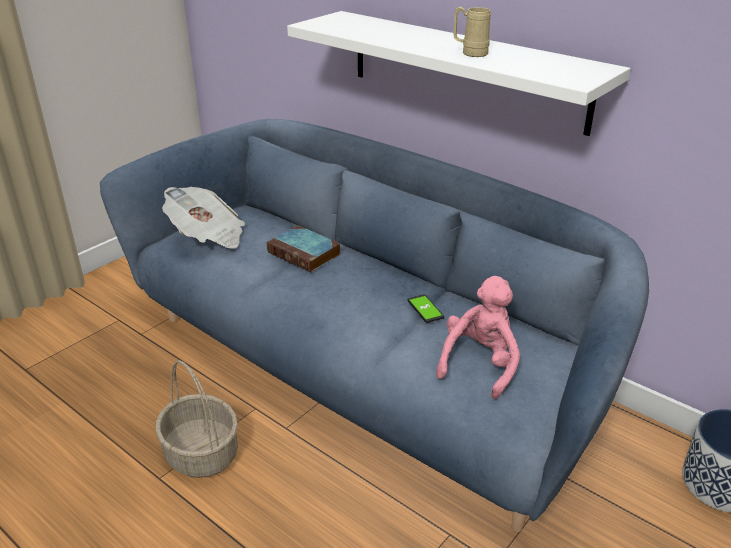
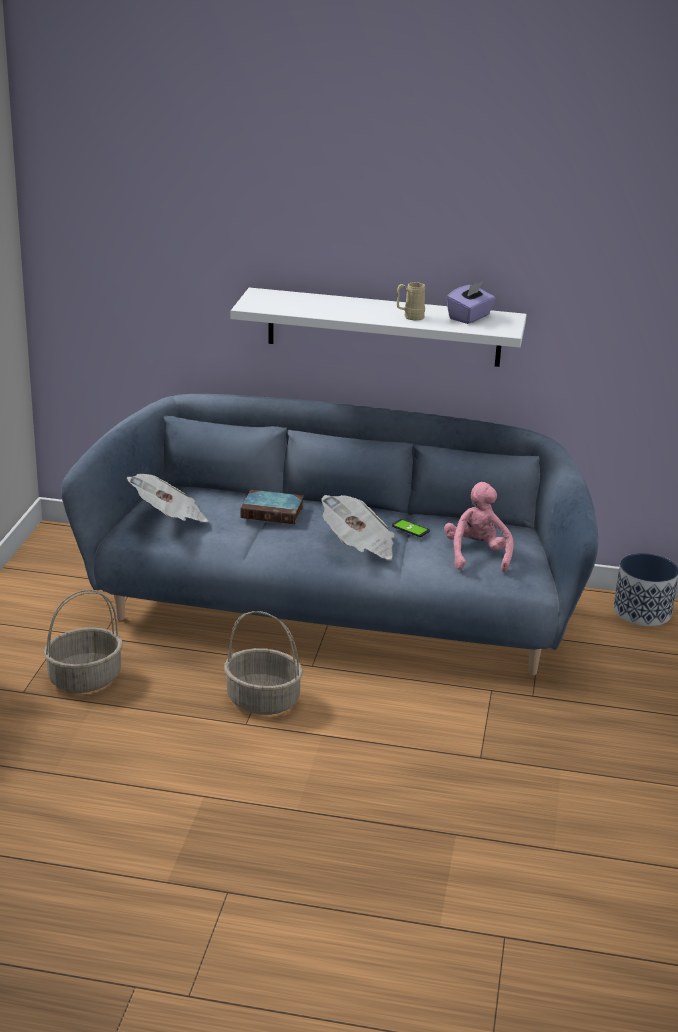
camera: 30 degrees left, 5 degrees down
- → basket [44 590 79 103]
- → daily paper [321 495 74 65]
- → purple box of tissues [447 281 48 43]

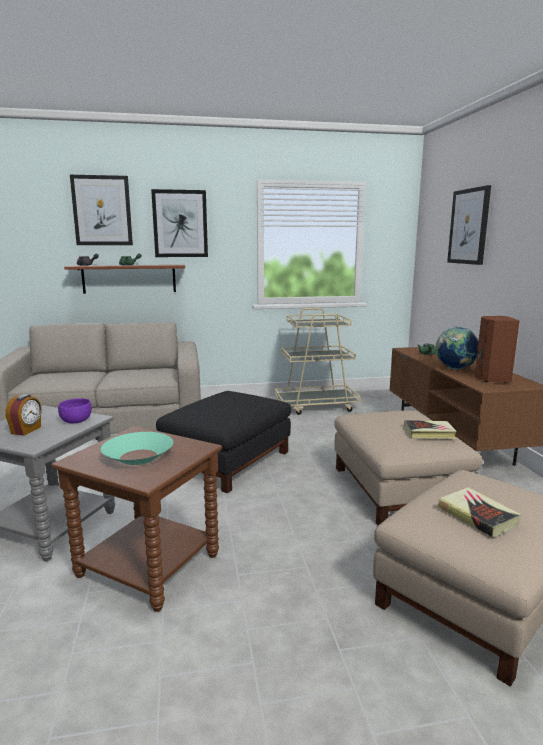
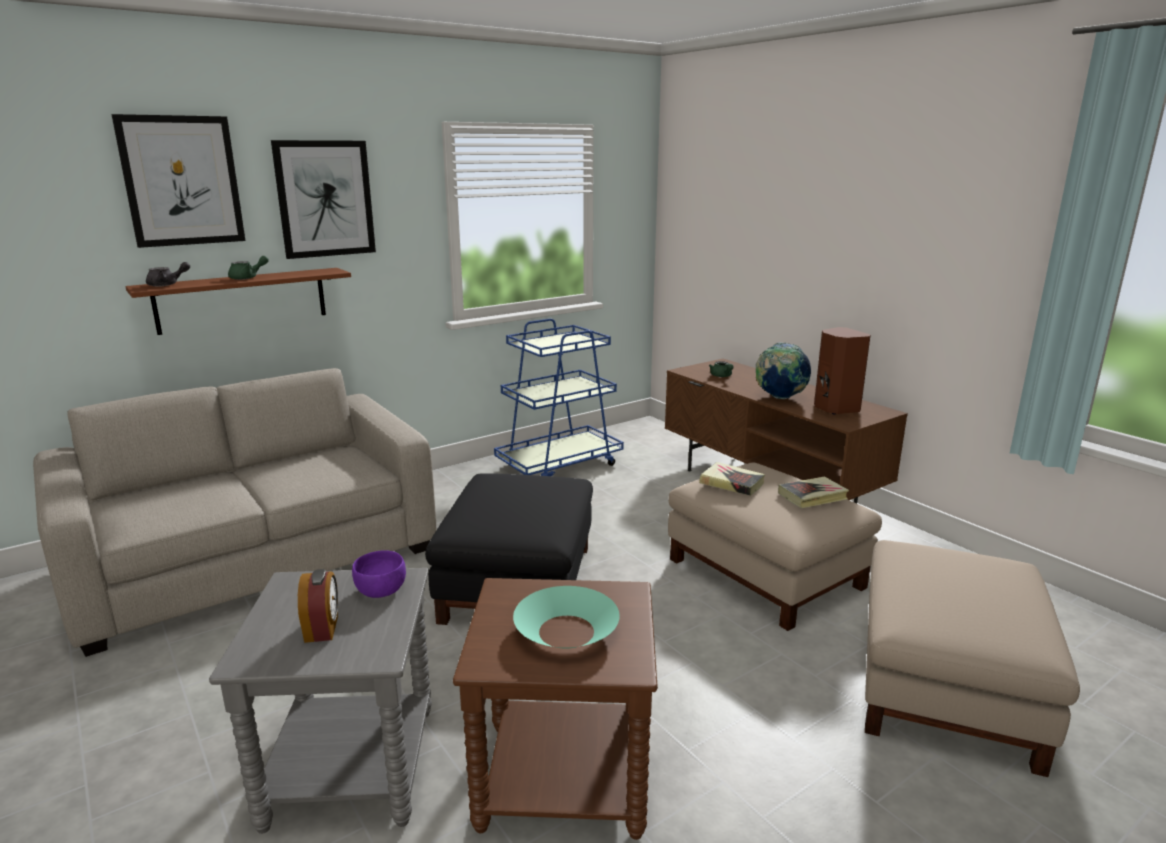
camera: 25 degrees left, 5 degrees up
wall picture [447 185 44 80] → -
volume [438 487 83 50] → volume [699 462 66 34], relocated
beige wheeled cart [274 308 86 107] → blue wheeled cart [494 318 130 158]

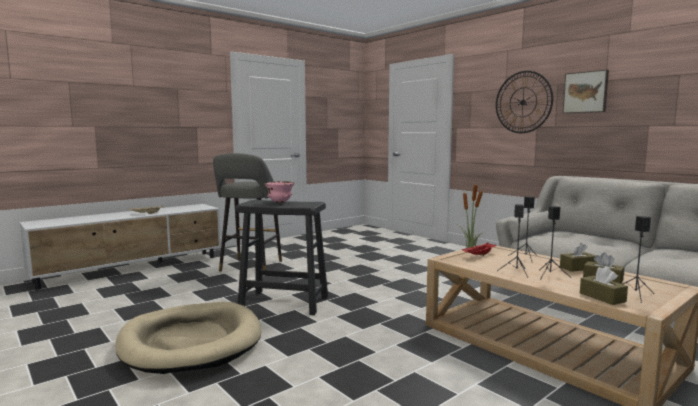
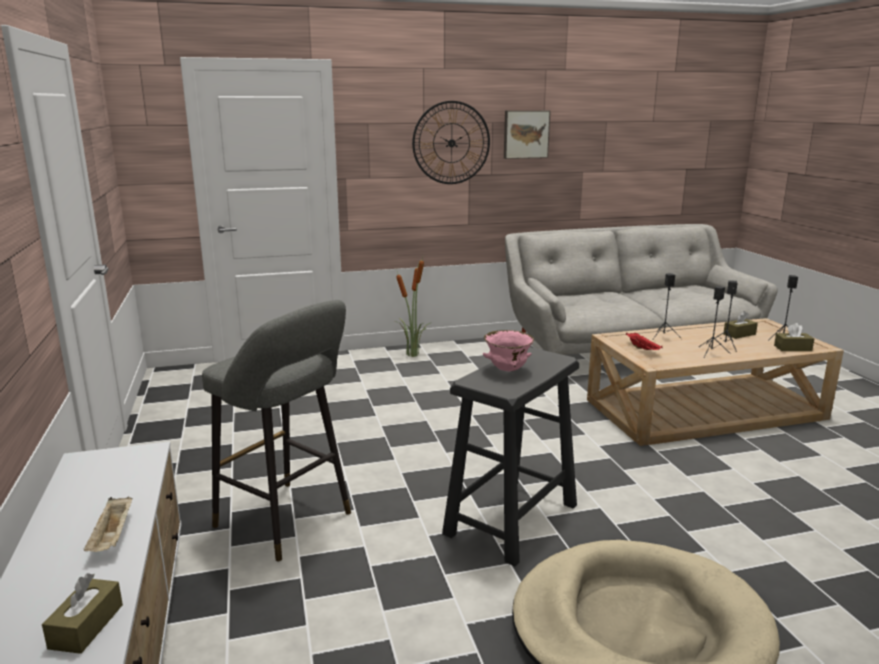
camera: 65 degrees left, 10 degrees up
brown-coloured box of tissues [560 243 36 29] → brown-coloured box of tissues [42 573 81 81], relocated

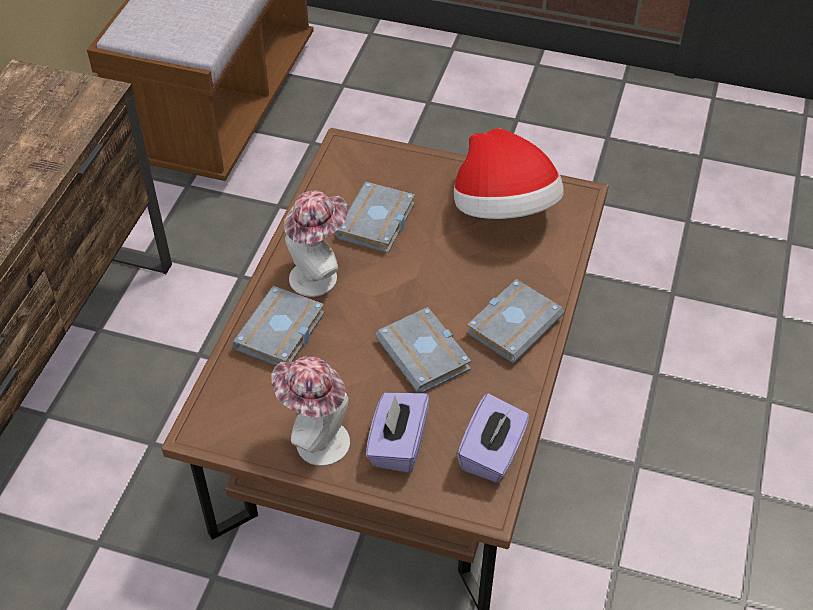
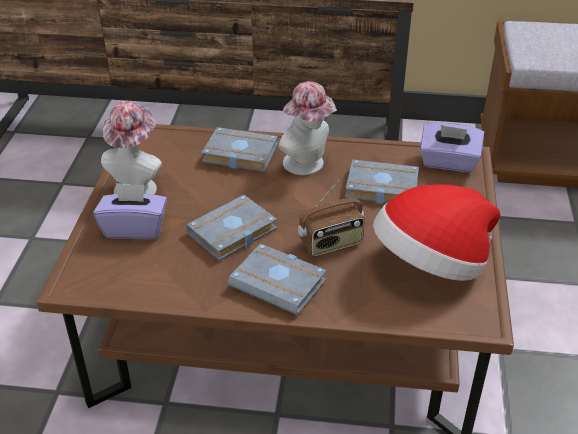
camera: 80 degrees right, 10 degrees down
- → radio set [298 180 67 77]
purple box of tissues [457 393 72 90] → purple box of tissues [420 122 64 50], relocated

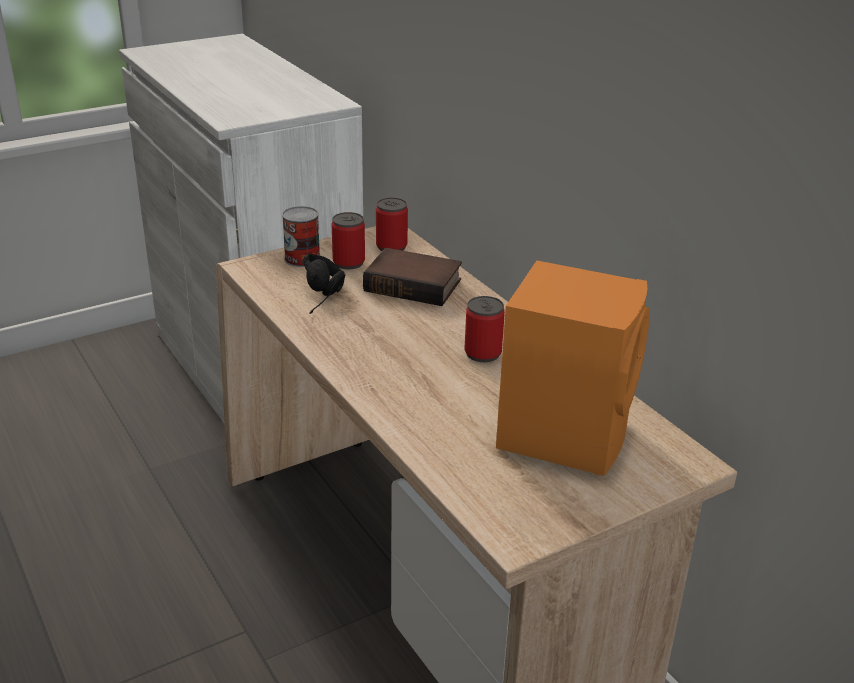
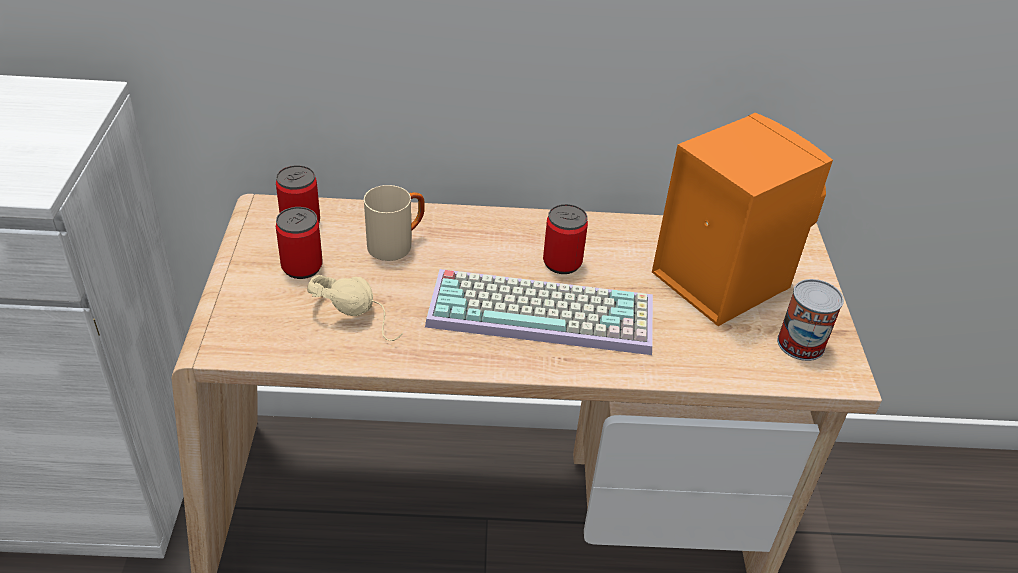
camera: 60 degrees left, 10 degrees up
- → keyboard [425 269 228 86]
sealed can [282 206 38 61] → sealed can [777 279 67 82], relocated
volume [363 248 99 58] → beige mug [364 185 61 76]
black headset [302 254 43 60] → beige headset [307 275 96 66]

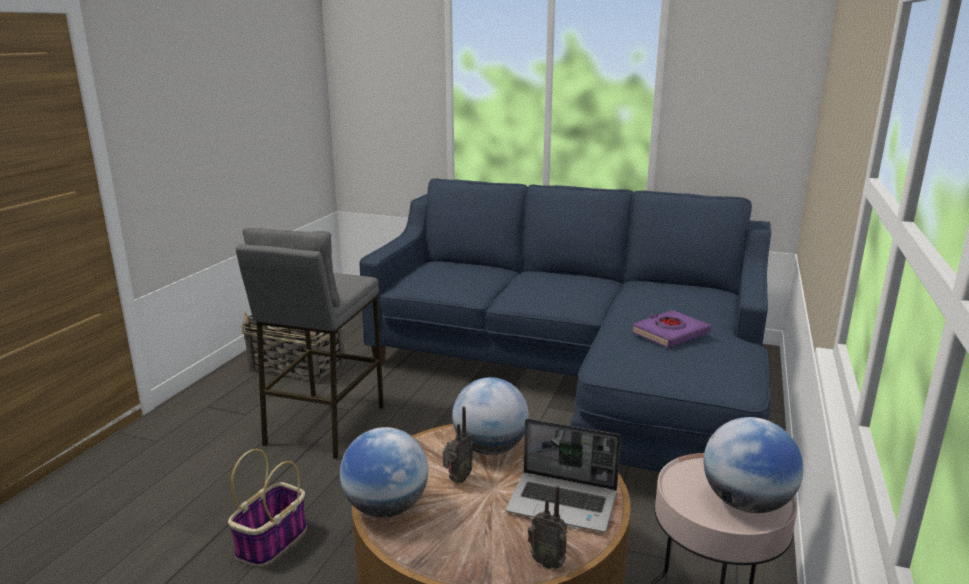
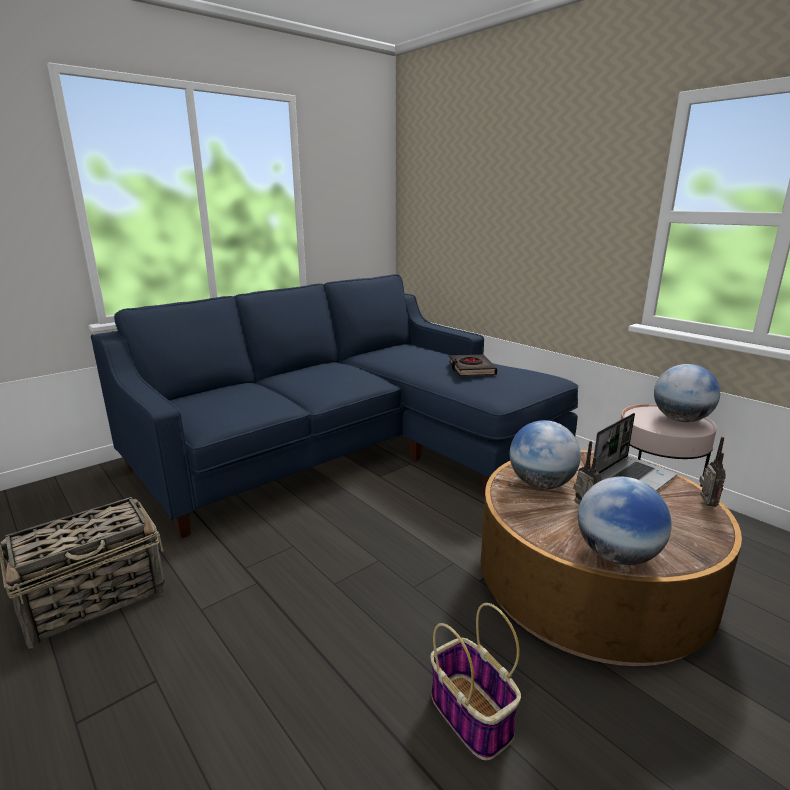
camera: 60 degrees left, 0 degrees up
gray stool [236 228 148 231] → -
purple volume [631 310 80 38] → black volume [449 355 48 21]
radio set [528 486 39 83] → radio set [699 437 27 70], 45 degrees counterclockwise

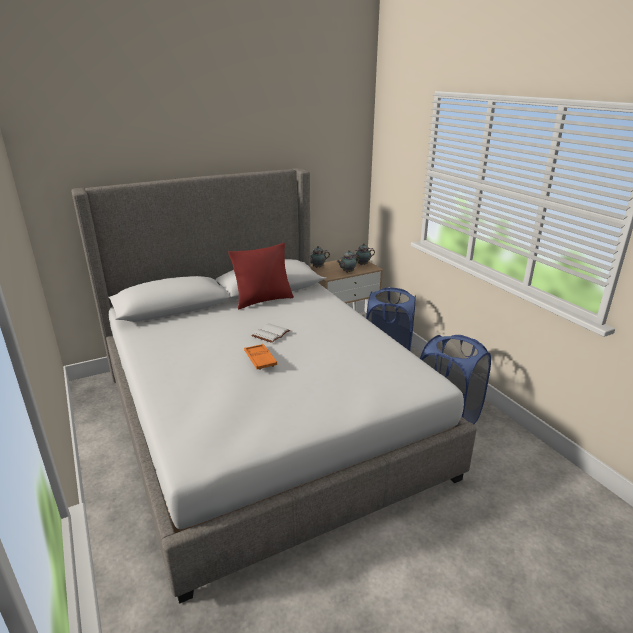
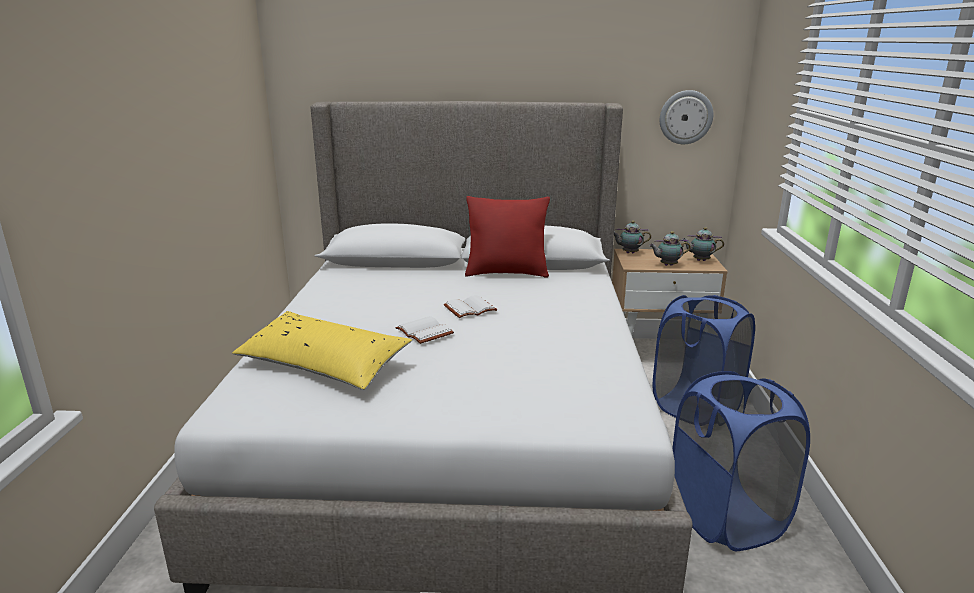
camera: 30 degrees right, 5 degrees down
- → yellow-coloured cushion [232 311 180 79]
- → hanging clock [660 90 53 54]
orange-coloured serving tray [244 344 33 26] → white volume [395 316 59 28]

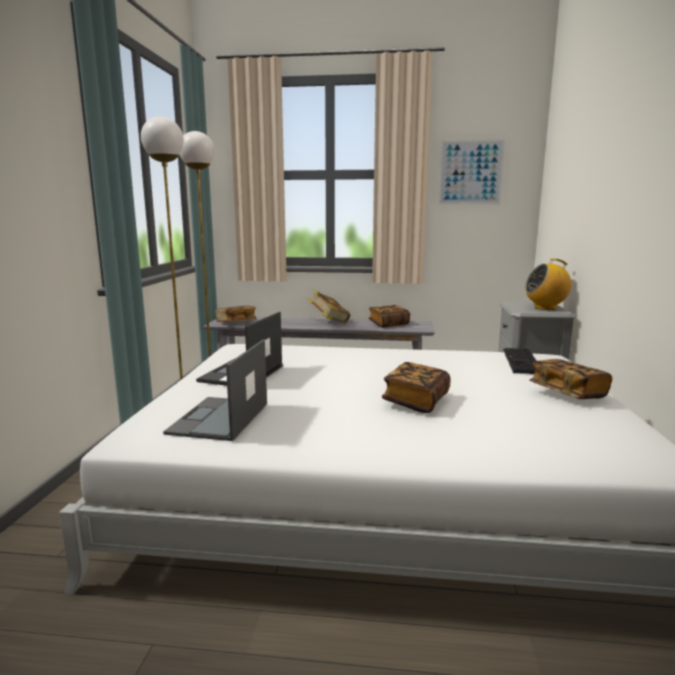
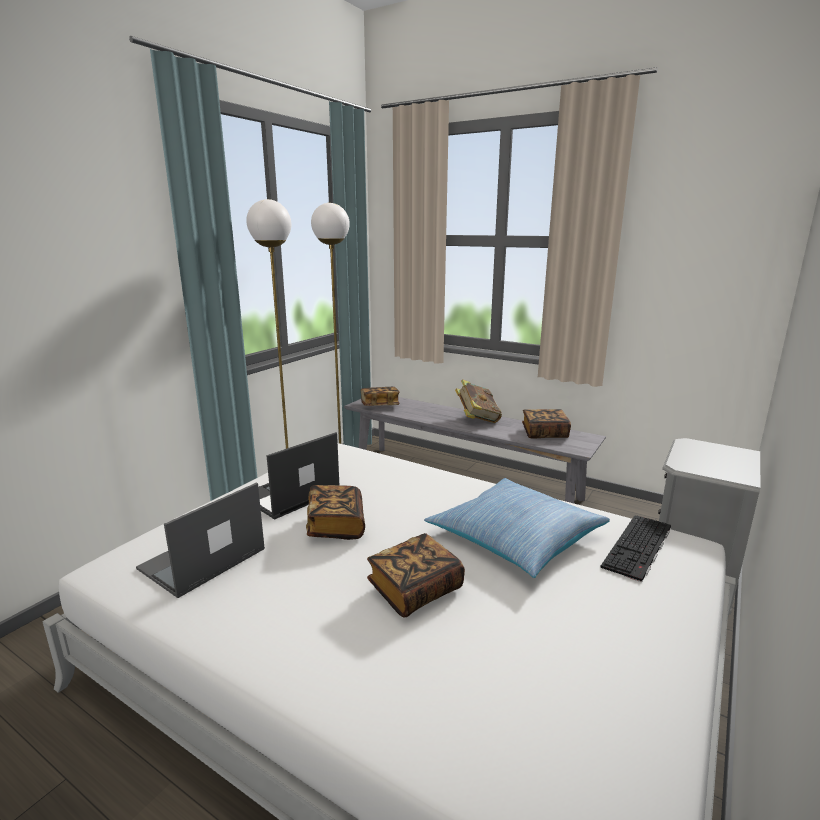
camera: 25 degrees right, 5 degrees up
wall picture [439 140 66 64] → -
radio set [525 259 47 51] → -
- → cushion [424 478 186 100]
volume [529 359 83 40] → volume [306 485 59 55], relocated

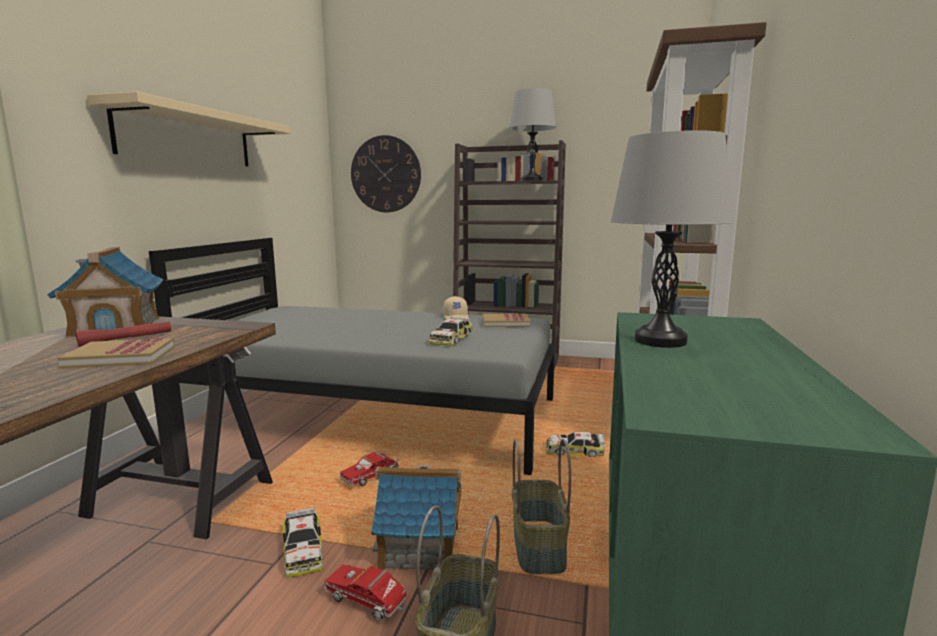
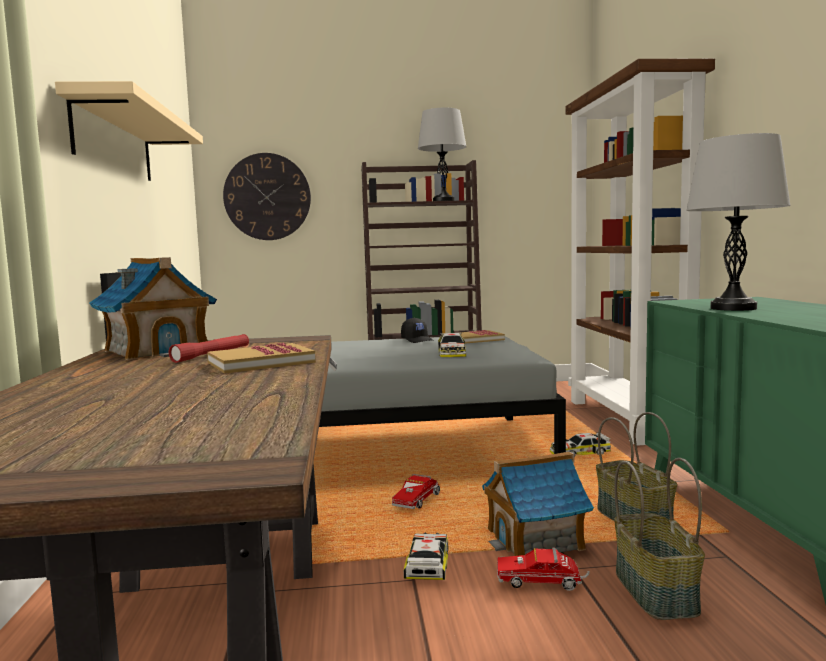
camera: 20 degrees left, 5 degrees down
beige cap [443 296 26 24] → black cap [401 318 33 25]
toy car [283 506 40 72] → toy car [404 533 45 47], 135 degrees counterclockwise

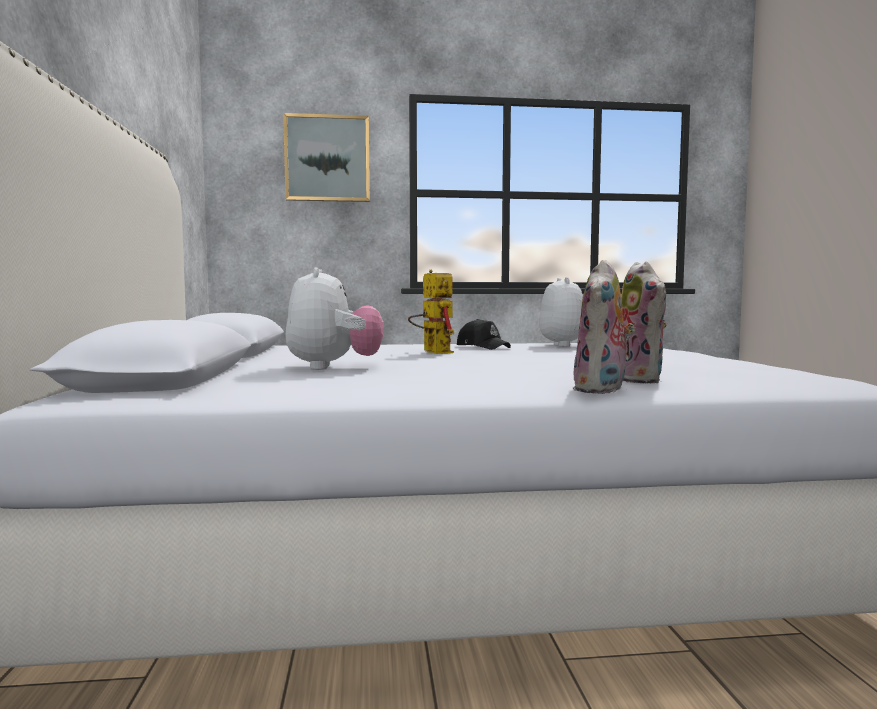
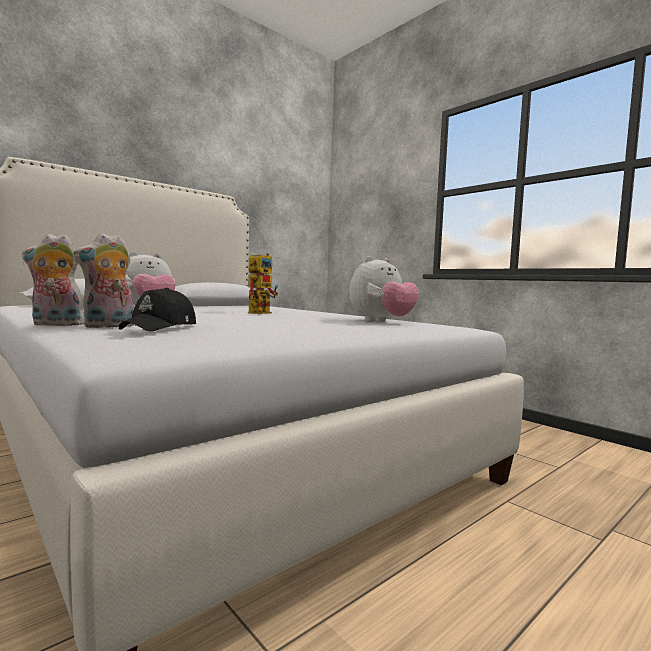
camera: 55 degrees right, 0 degrees up
wall picture [283 113 87 89] → -
black cap [457 319 54 31] → black cap [119 288 77 44], relocated

